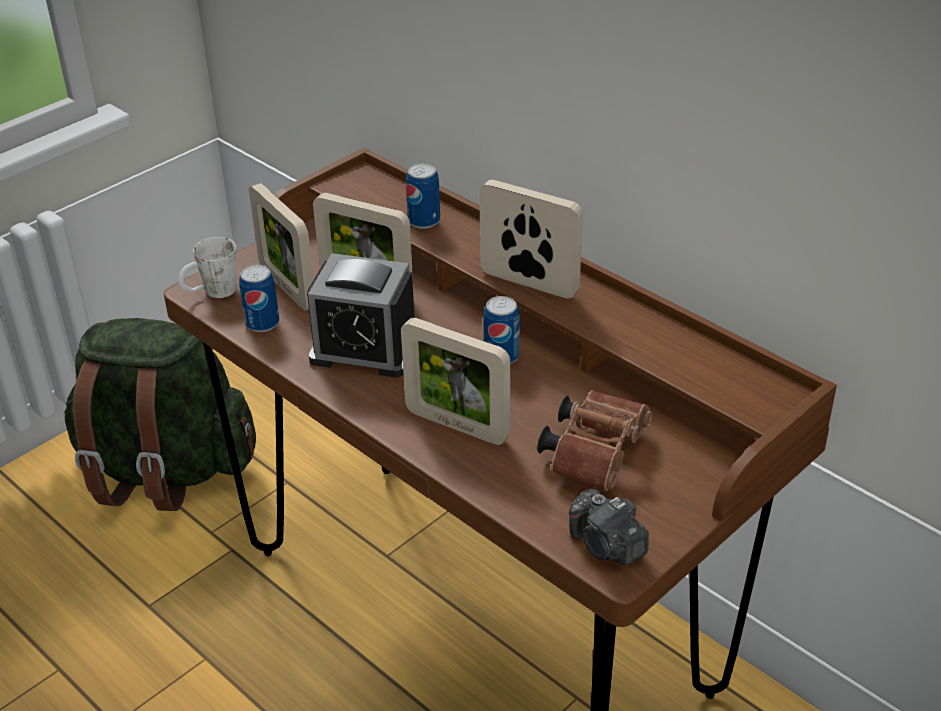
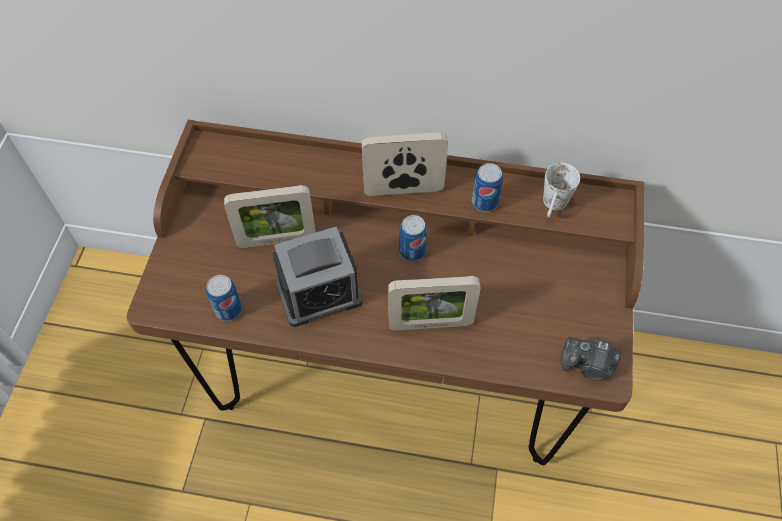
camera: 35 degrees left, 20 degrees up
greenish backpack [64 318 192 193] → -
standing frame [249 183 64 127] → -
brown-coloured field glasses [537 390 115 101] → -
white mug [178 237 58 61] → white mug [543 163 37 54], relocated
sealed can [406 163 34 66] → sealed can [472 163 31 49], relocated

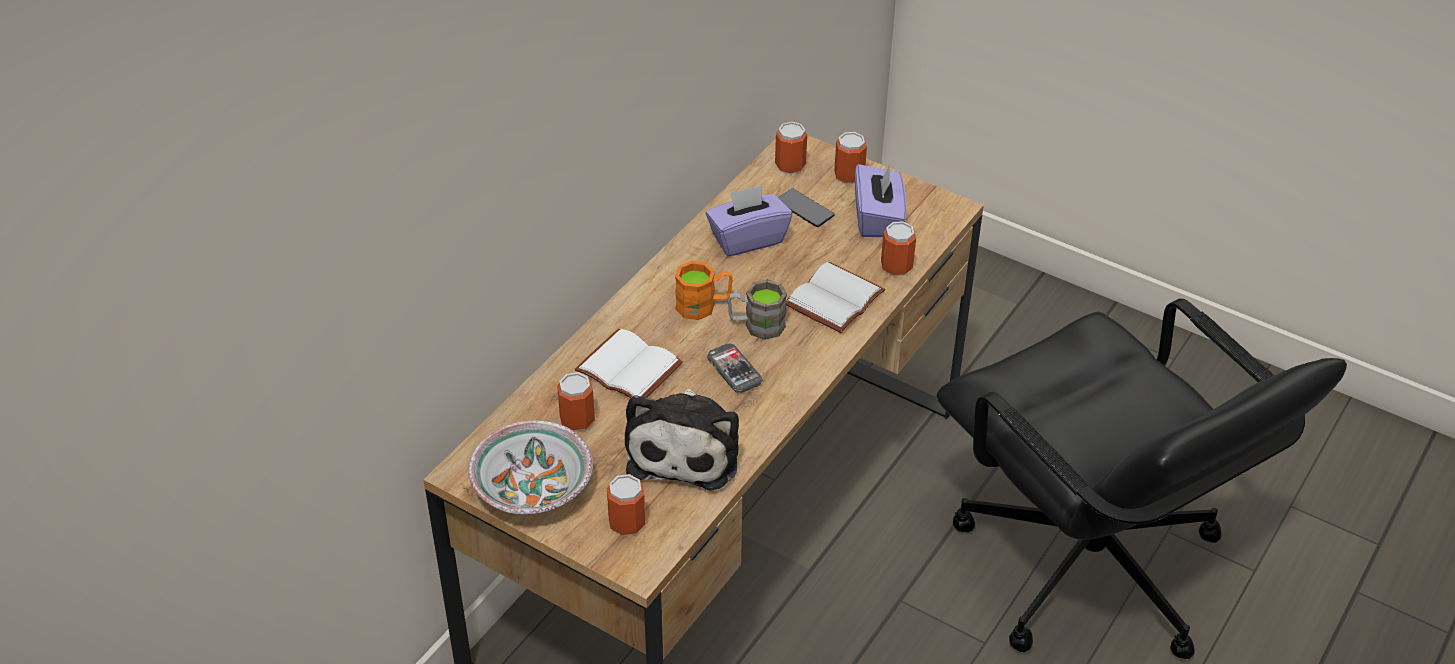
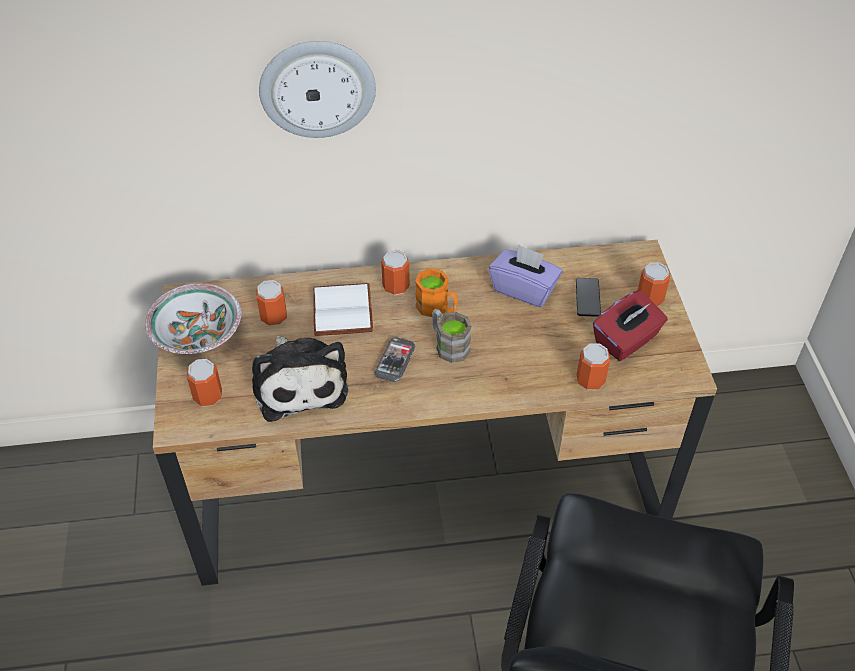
camera: 50 degrees right, 5 degrees up
white volume [786 262 99 71] → -
- → hanging clock [259 41 117 97]
sealed can [775 121 32 53] → sealed can [381 250 29 45], relocated
purple box of tissues [855 163 51 74] → red-coloured box of tissues [593 290 75 71]
soft toy [625 389 114 101] → soft toy [252 336 96 86], 75 degrees counterclockwise

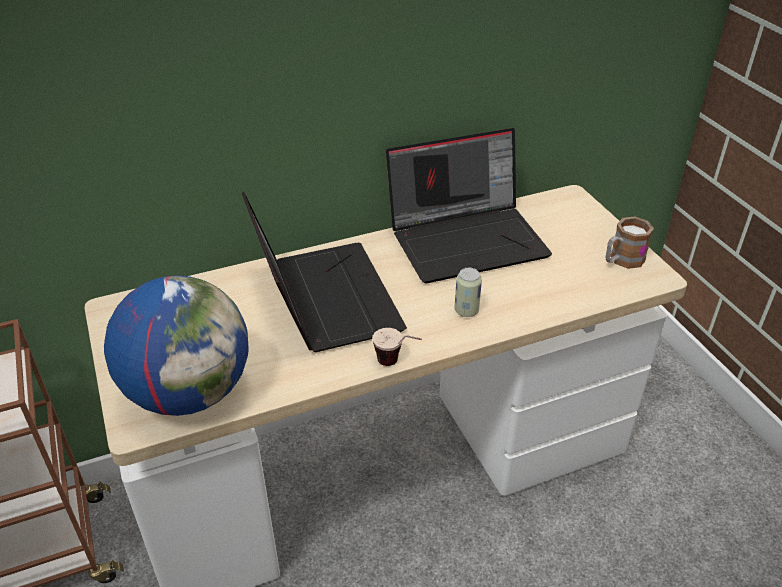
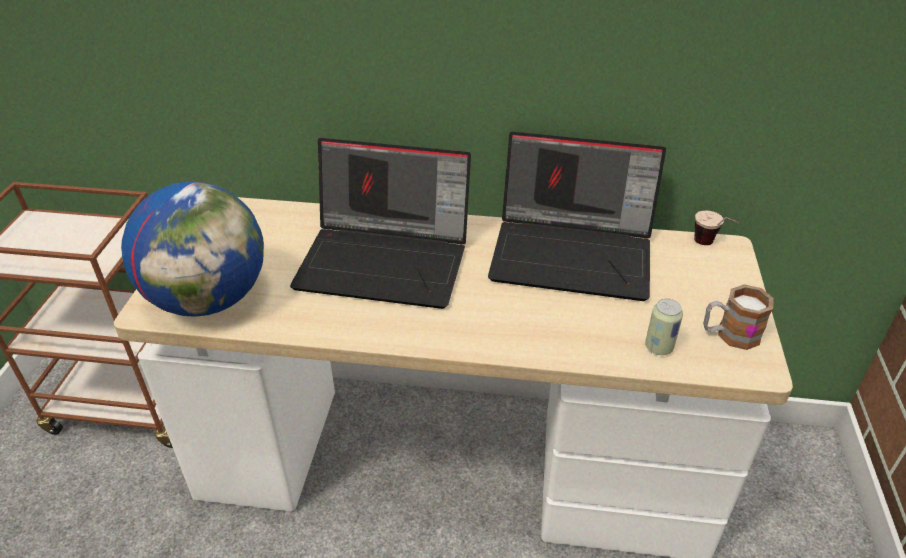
camera: 30 degrees right, 0 degrees up
cup [372 328 50 38] → cup [694 211 45 34], relocated
sealed can [454 268 28 49] → sealed can [645 298 38 57], relocated
notebook computer [242 191 165 161] → notebook computer [290 138 181 171], 90 degrees clockwise

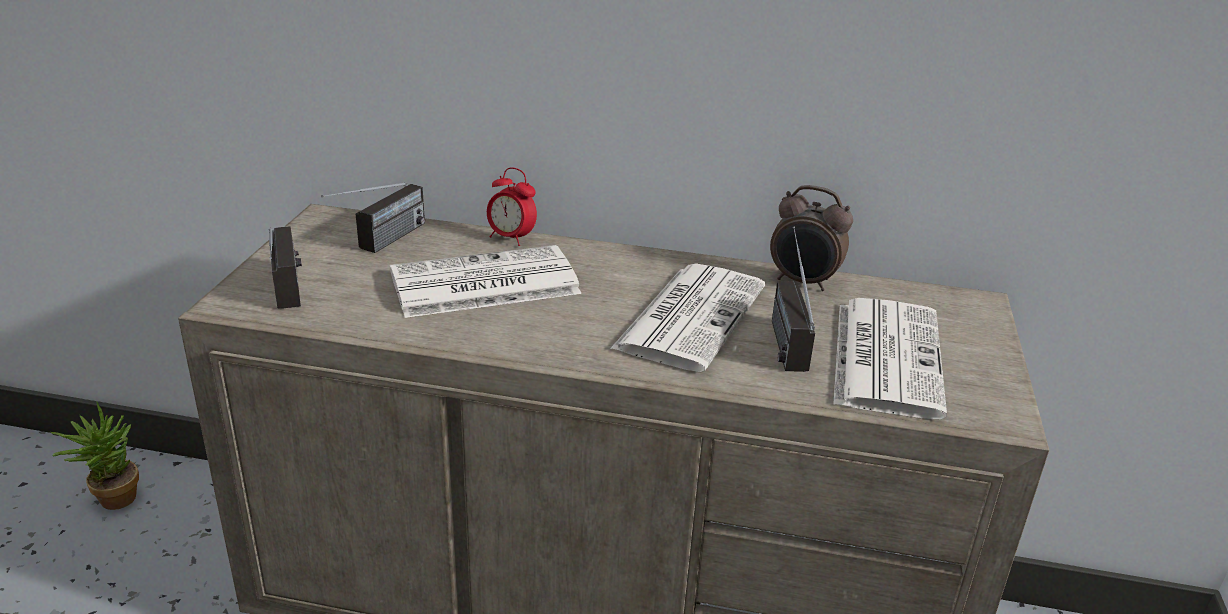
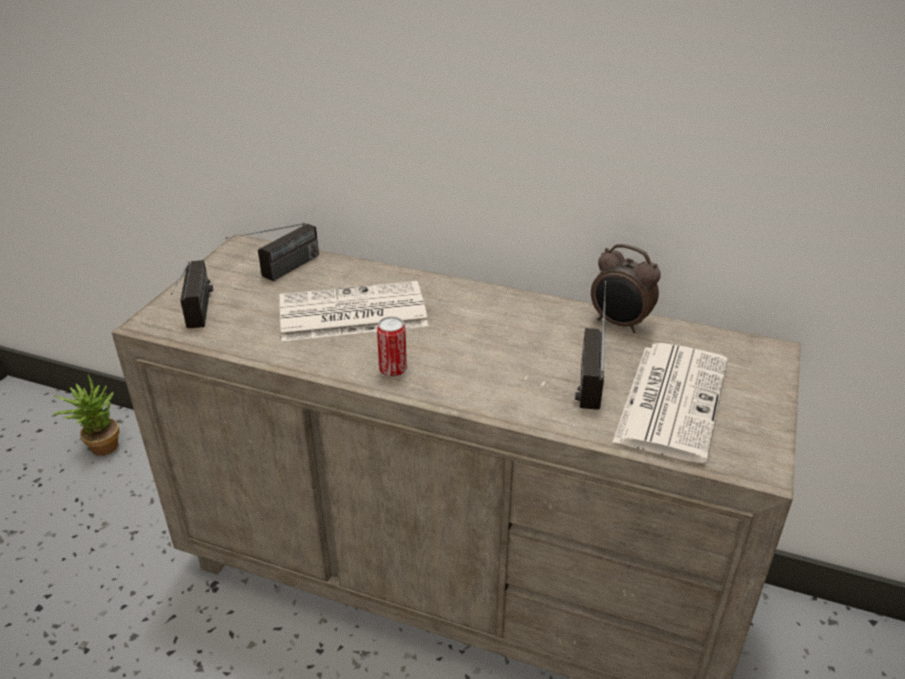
camera: 10 degrees right, 5 degrees up
bedside clock [487 167 50 79] → -
daily paper [610 264 155 108] → -
- → sealed can [377 316 30 61]

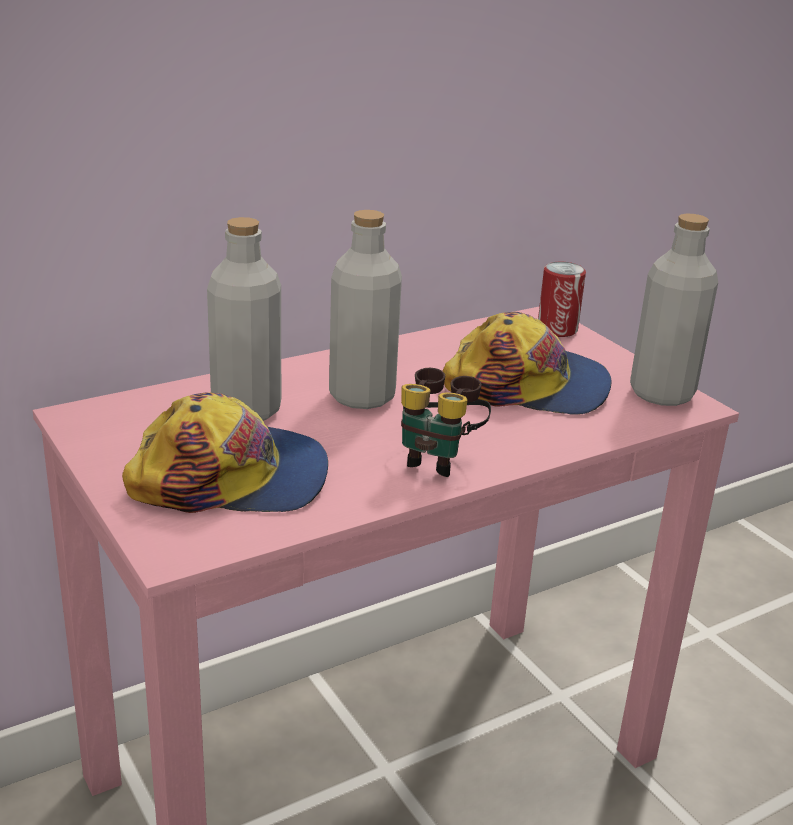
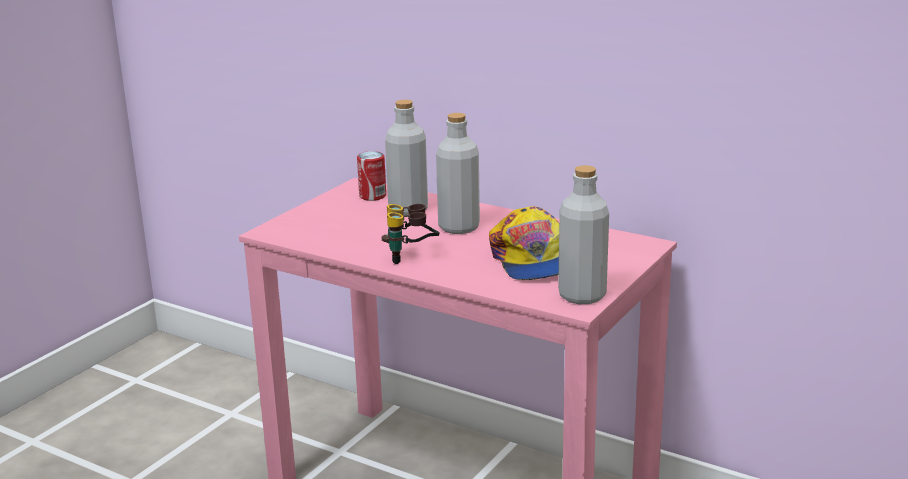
camera: 65 degrees right, 5 degrees down
cap [122 392 206 121] → -
sealed can [538 262 48 75] → sealed can [357 151 29 50], relocated

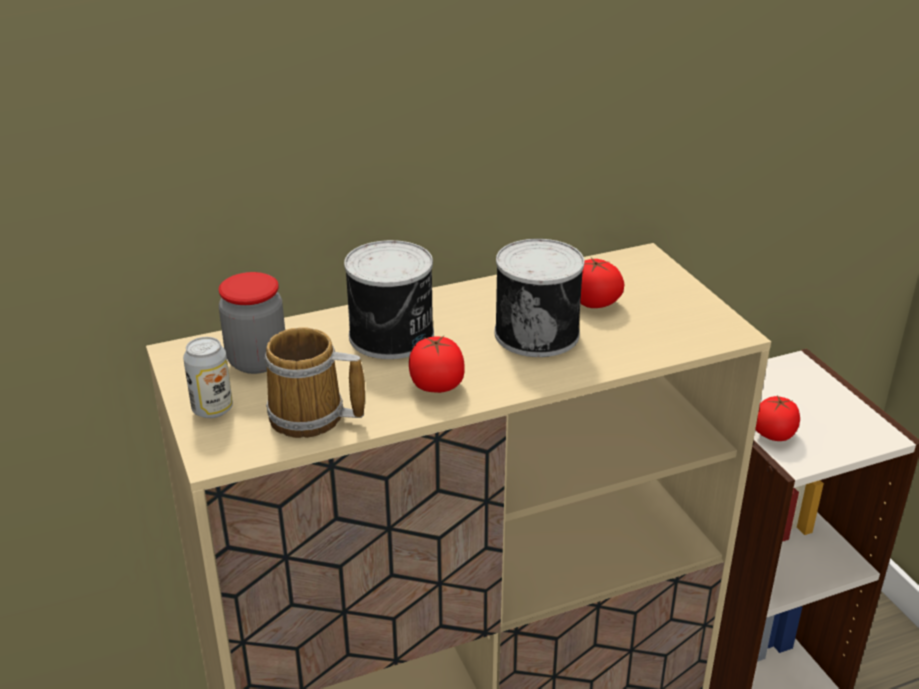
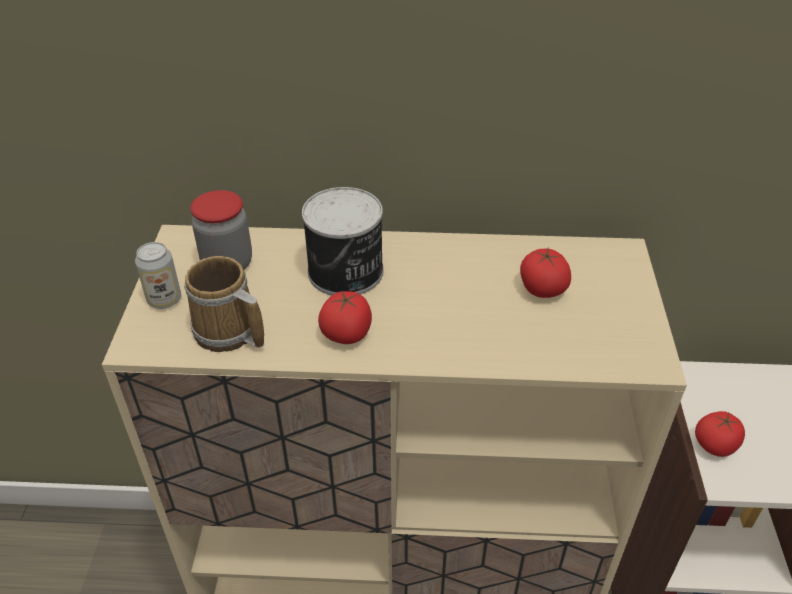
camera: 25 degrees right, 10 degrees up
sealed can [494 239 90 118] → -

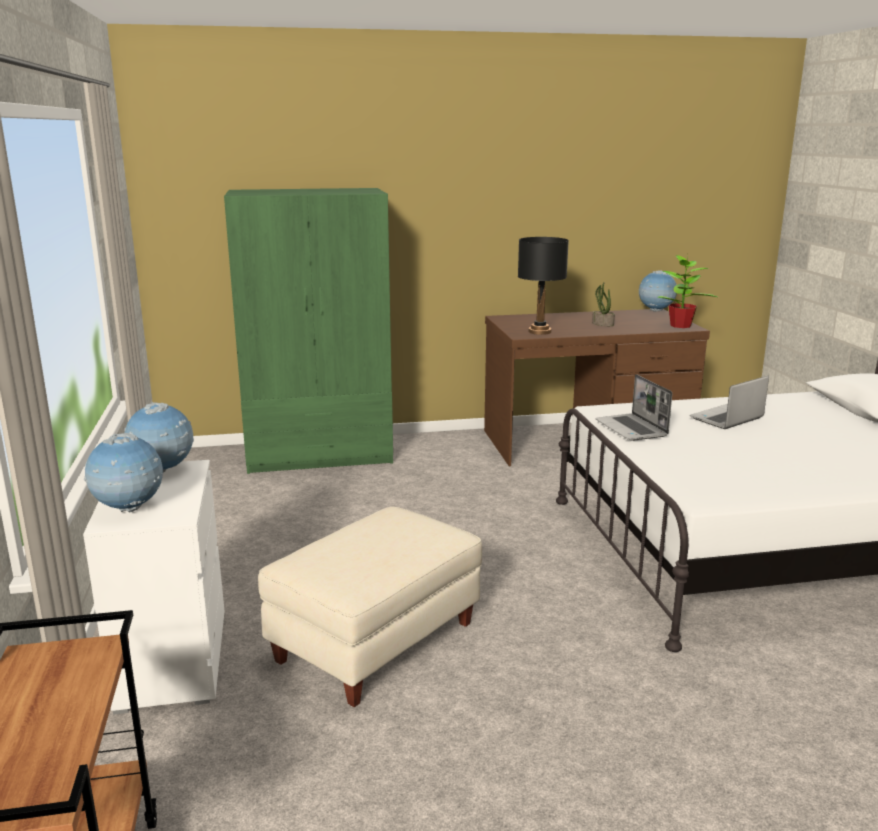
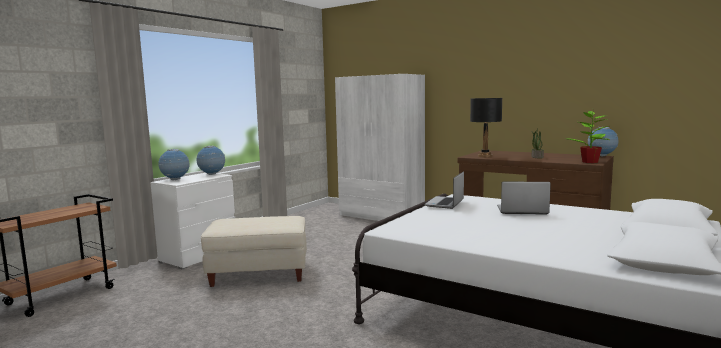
camera: 45 degrees right, 10 degrees down
greenish armoire [224 188 169 286] → white armoire [335 74 90 148]

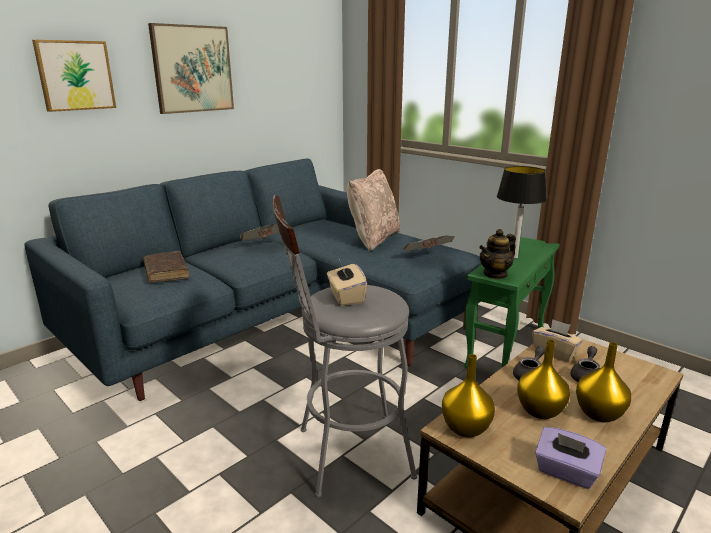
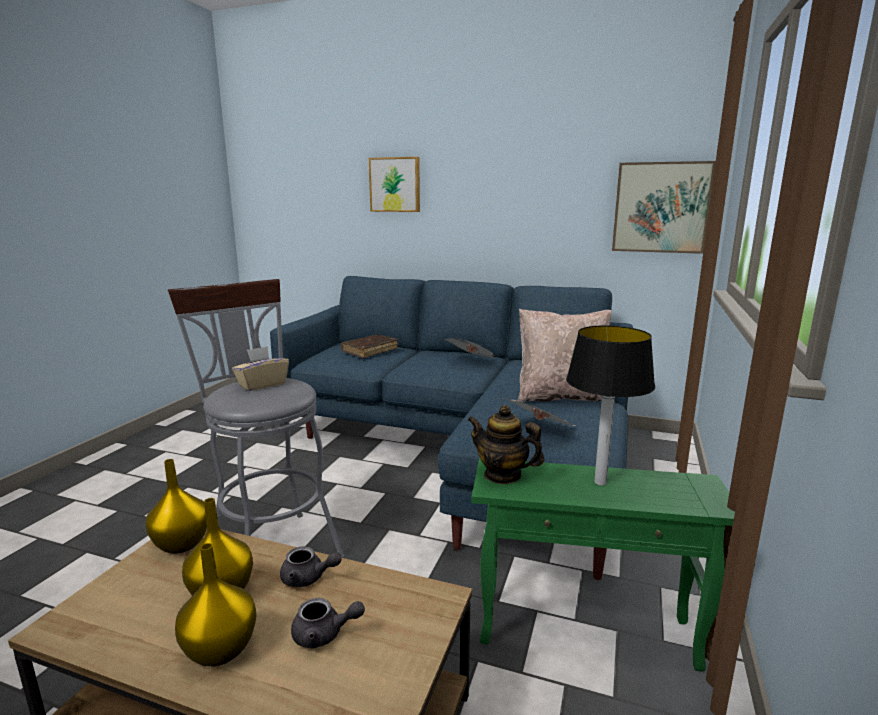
camera: 65 degrees right, 5 degrees down
beige box of tissues [532 319 51 43] → -
purple box of tissues [535 427 71 62] → -
wall picture [148 23 86 91] → wall picture [612 161 104 93], relocated

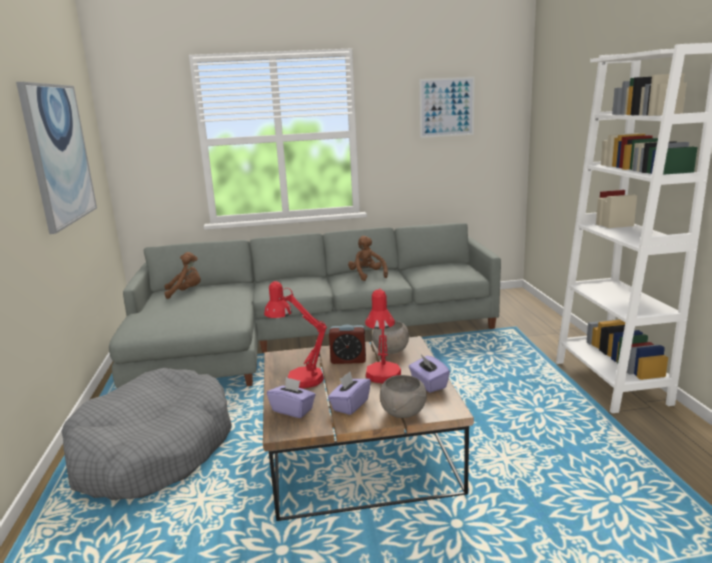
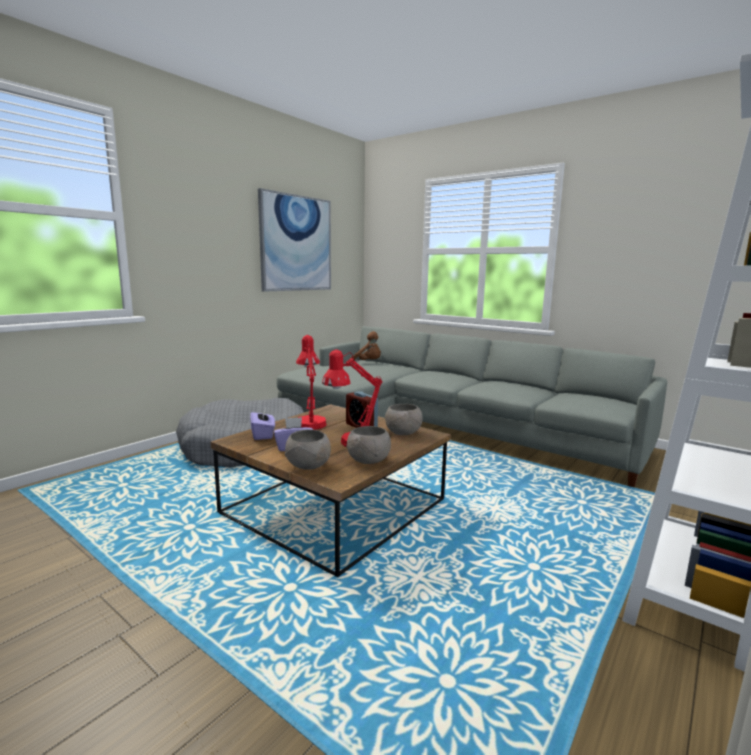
camera: 45 degrees right, 5 degrees down
brown-coloured soft toy [348 236 40 45] → -
wall picture [419 77 56 61] → -
purple box of tissues [409 355 41 38] → gray serving bowl [346 426 45 38]

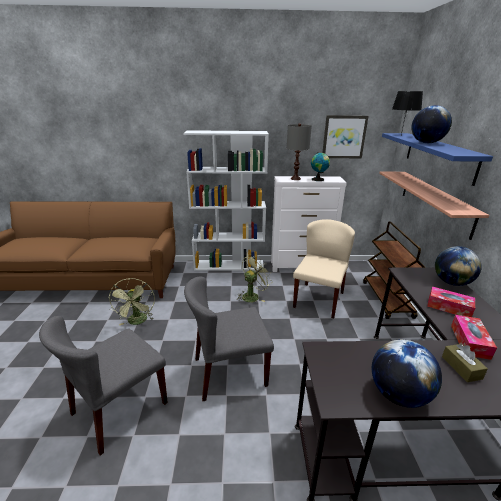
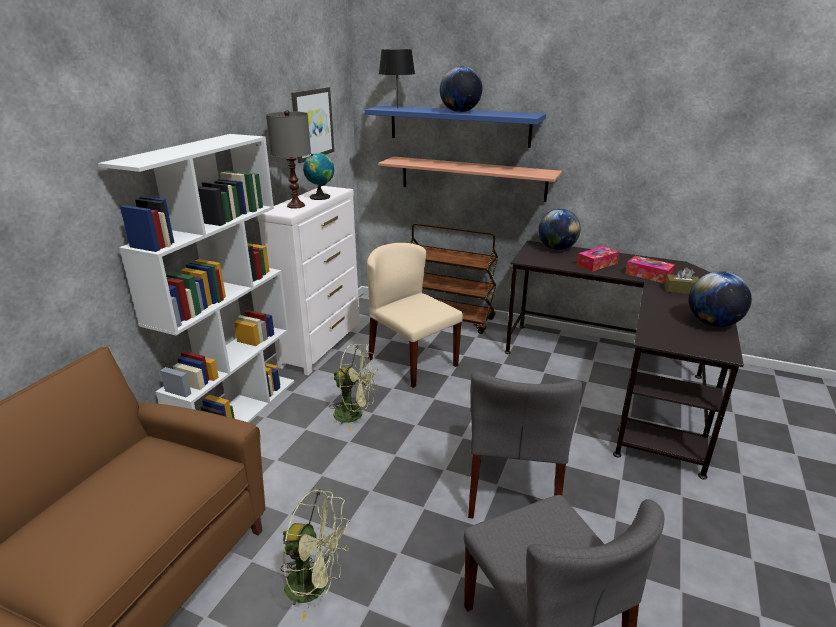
camera: 65 degrees left, 0 degrees up
greenish electric fan [237 255 36 47] → greenish electric fan [329 344 49 87], 120 degrees clockwise

